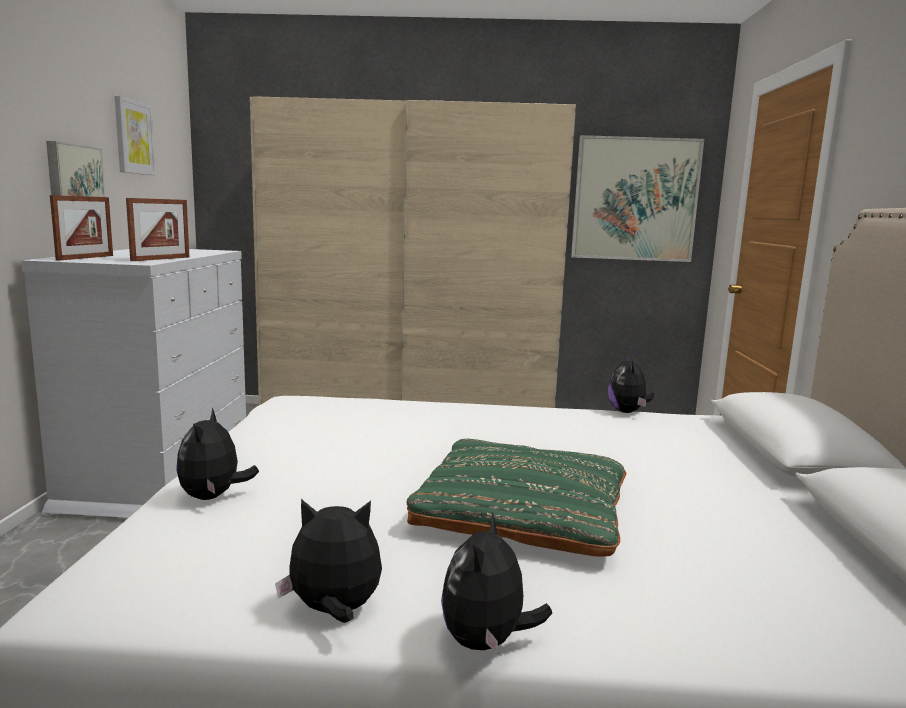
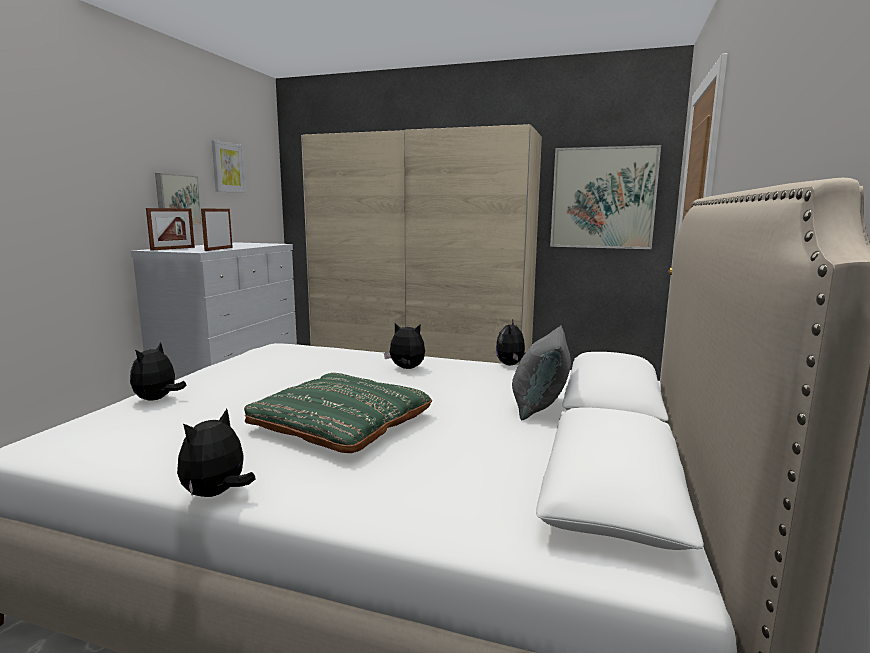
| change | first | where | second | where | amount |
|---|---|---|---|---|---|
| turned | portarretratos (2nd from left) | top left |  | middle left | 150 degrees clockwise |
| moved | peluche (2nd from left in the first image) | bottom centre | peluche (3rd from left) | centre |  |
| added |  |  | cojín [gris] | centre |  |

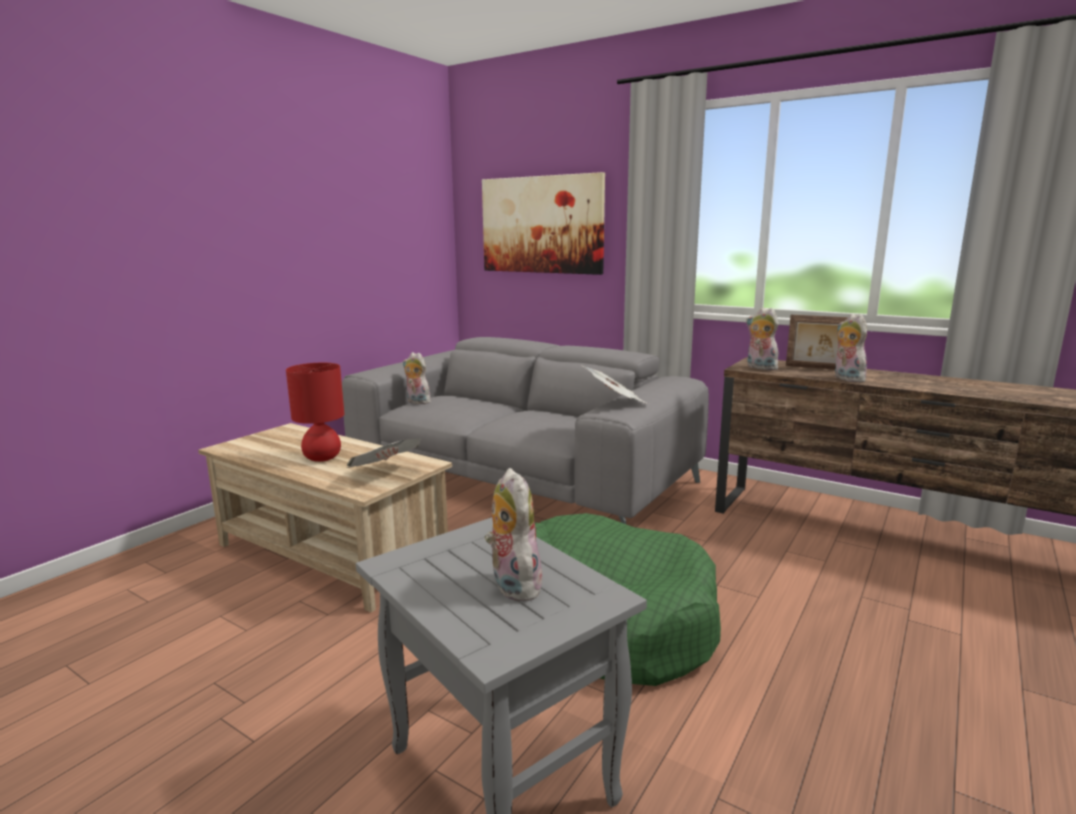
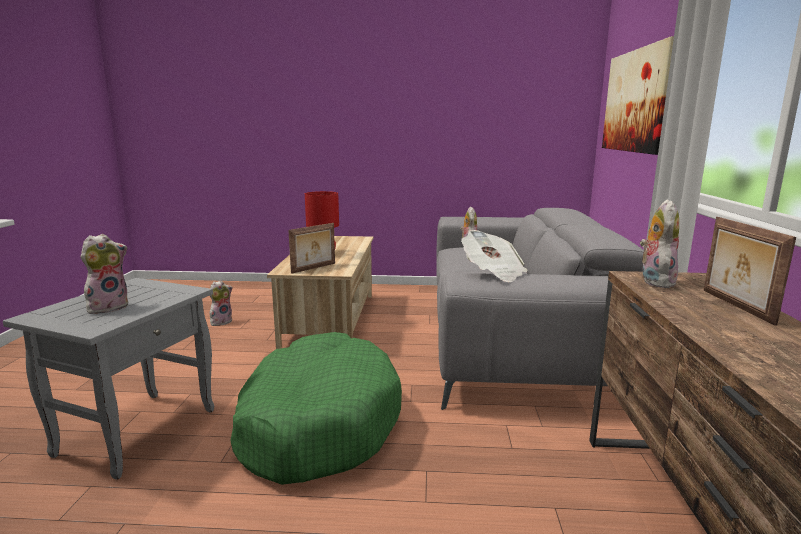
| change | first | where | second | where | amount |
|---|---|---|---|---|---|
| replaced | periódico (1st from left) | centre | portarretratos (1st from left) | centre |  |
| moved | peluche (4th from left in the first image) | middle right | peluche (2nd from left) | middle left |  |

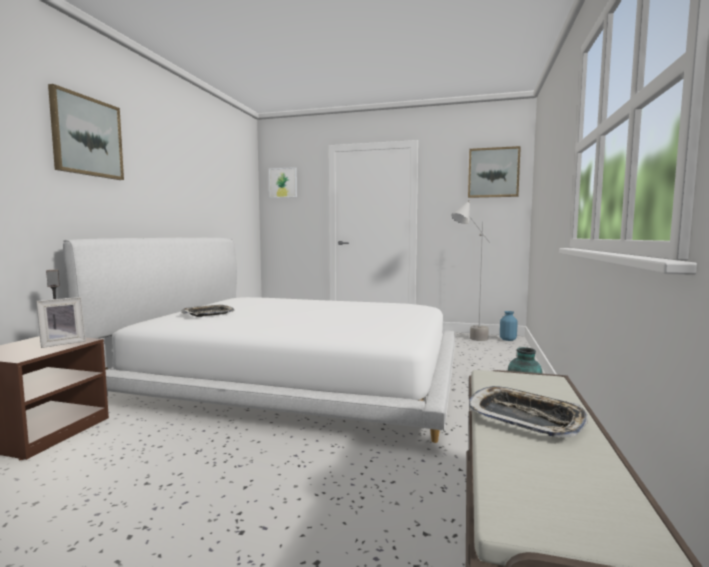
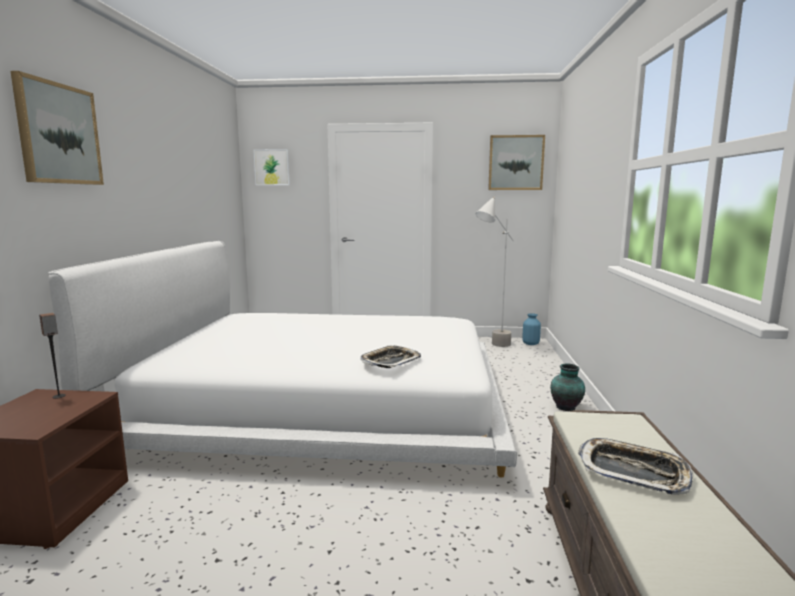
| change | first | where | second | where | amount |
|---|---|---|---|---|---|
| removed | portarretratos | middle left |  |  |  |
| moved | bandeja (1st from left) | middle left |  | centre |  |

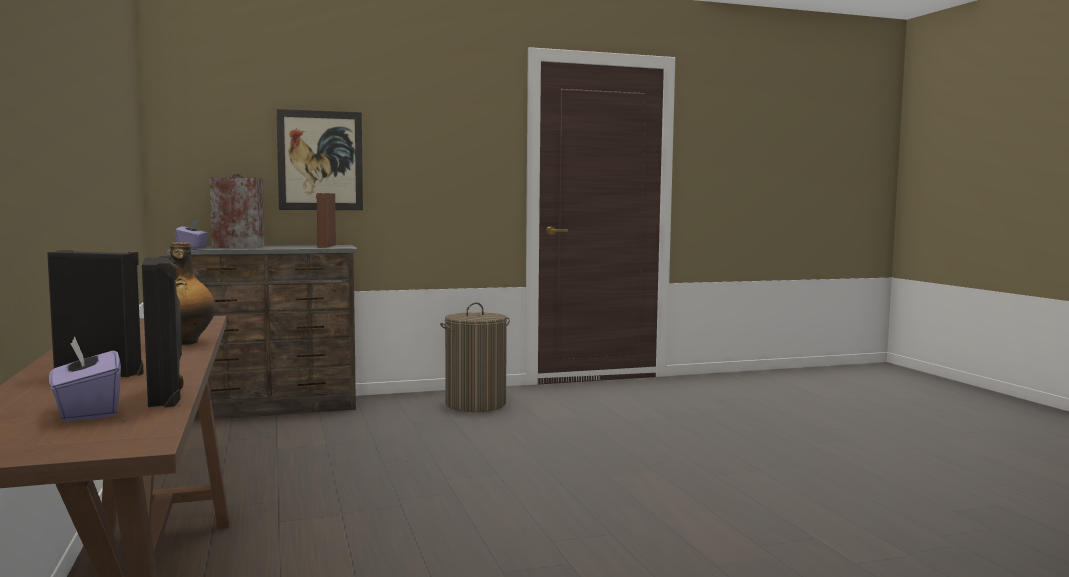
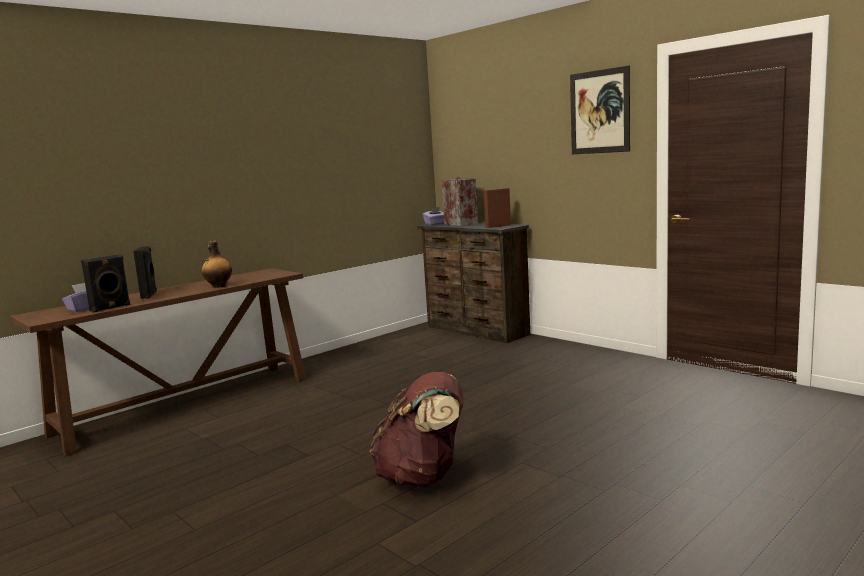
| change | first | where | second | where | amount |
|---|---|---|---|---|---|
| moved | cuadro | top left |  | top right |  |
| removed | cesto de la ropa | centre |  |  |  |
| added |  |  | mochila [marrón] | bottom centre |  |

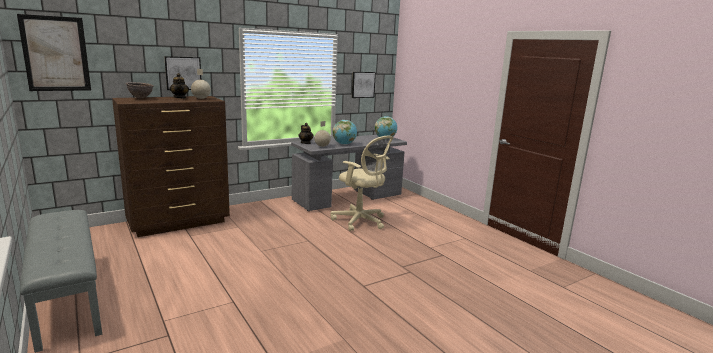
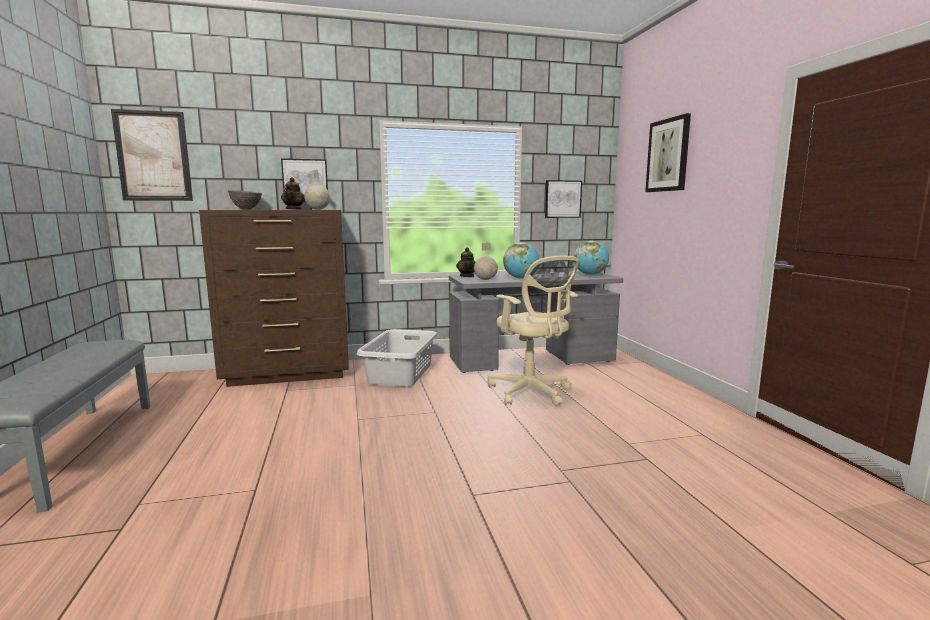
| change | first | where | second | where | amount |
|---|---|---|---|---|---|
| added |  |  | cesto de la ropa [gris] | centre |  |
| added |  |  | cuadro (4th from left) | top right |  |

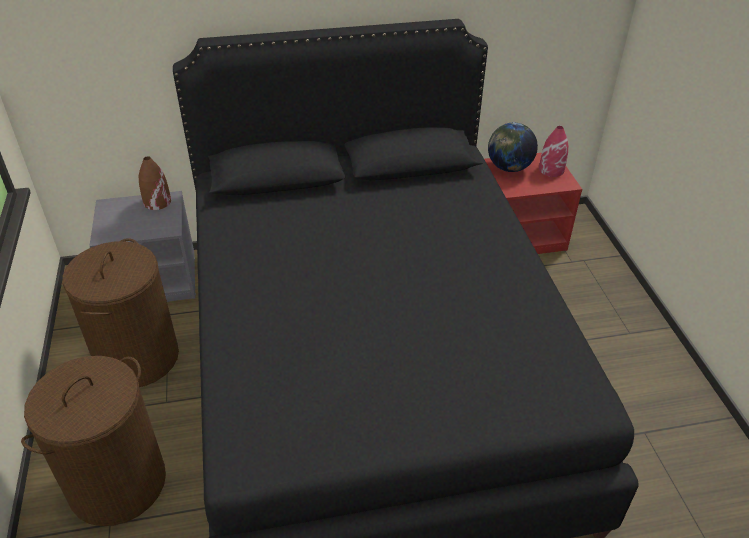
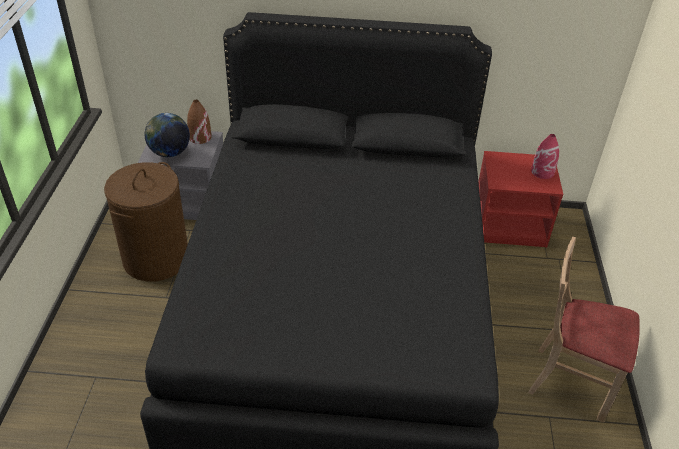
| change | first | where | second | where | amount |
|---|---|---|---|---|---|
| removed | cesto de la ropa [marrón] (1st from left) | bottom left |  |  |  |
| moved | globo terráqueo | top right |  | top left |  |
| added |  |  | silla [beis] | bottom right |  |

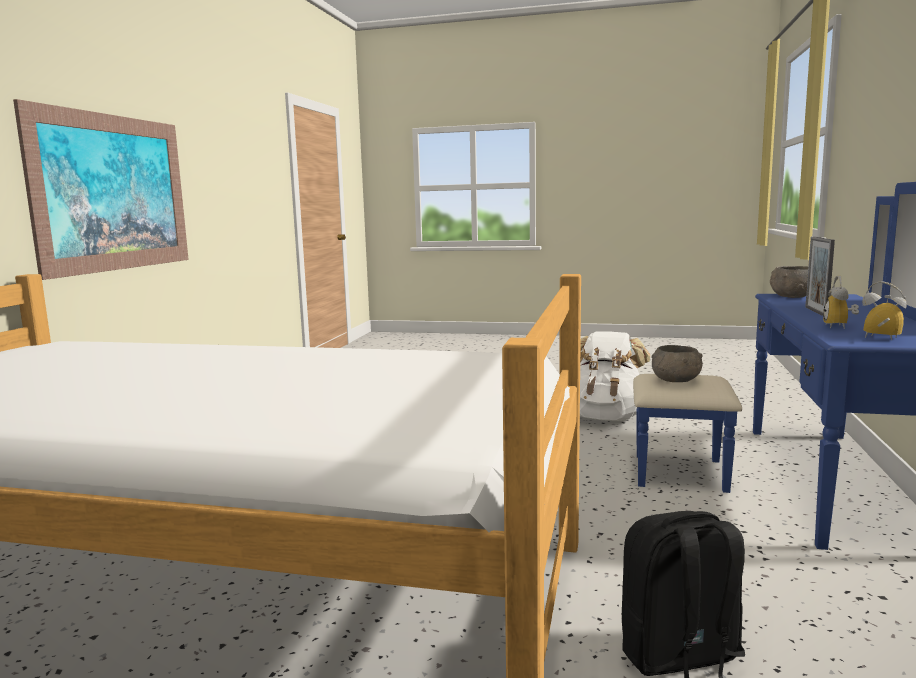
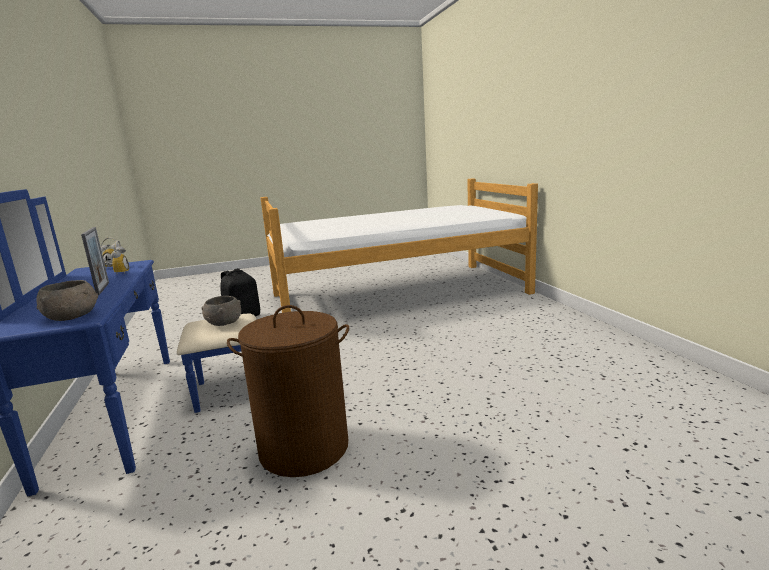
| change | first | where | second | where | amount |
|---|---|---|---|---|---|
| removed | cuadro | top left |  |  |  |
| replaced | mochila [blanco] | middle right | cesto de la ropa [marrón] | bottom centre |  |

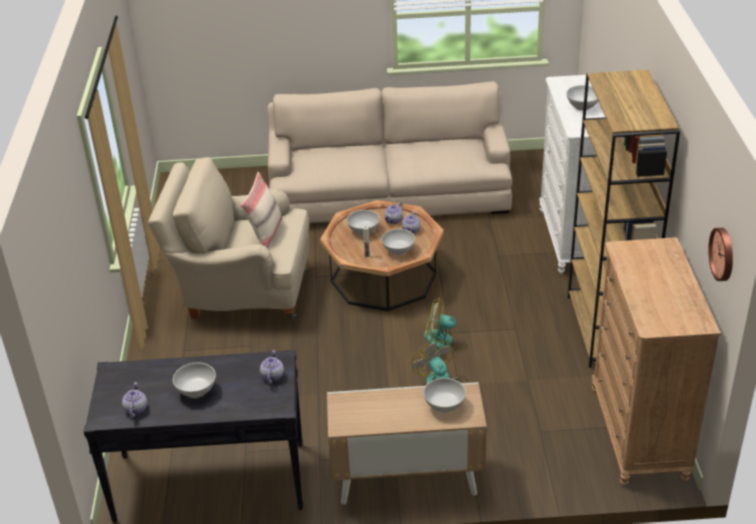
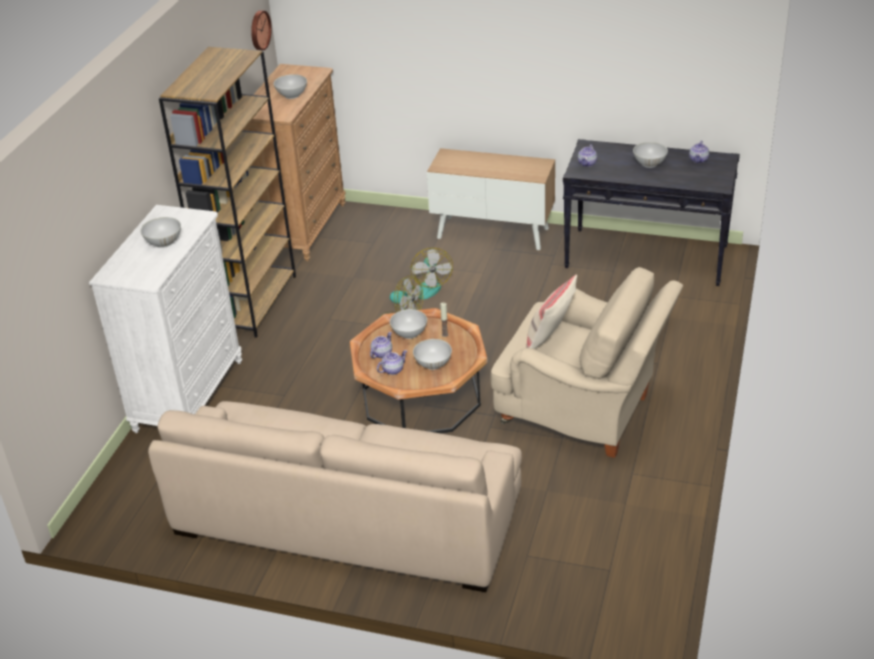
| change | first | where | second | where | amount |
|---|---|---|---|---|---|
| moved | cuenco [blanco] (4th from left in the first image) | bottom centre | cuenco [blanco] (2nd from left) | top left |  |

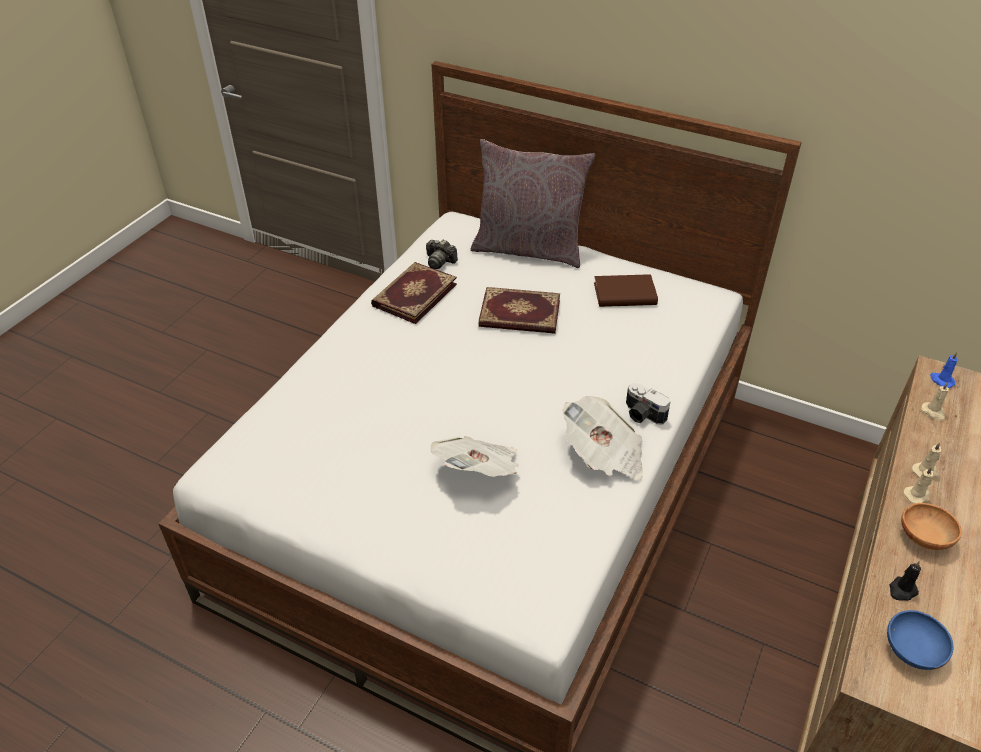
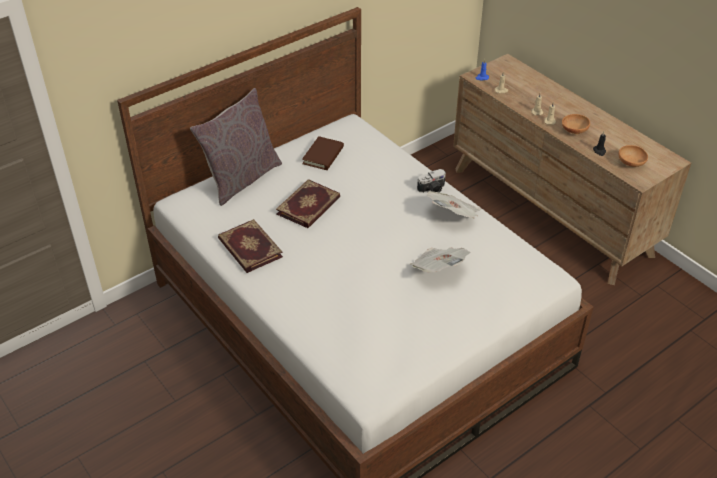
| change | first | where | second | where | amount |
|---|---|---|---|---|---|
| removed | cámara (1st from left) | centre |  |  |  |
| recoloured | cuenco [azul] | bottom right | cuenco [marrón] (2nd from left) | top right |  |

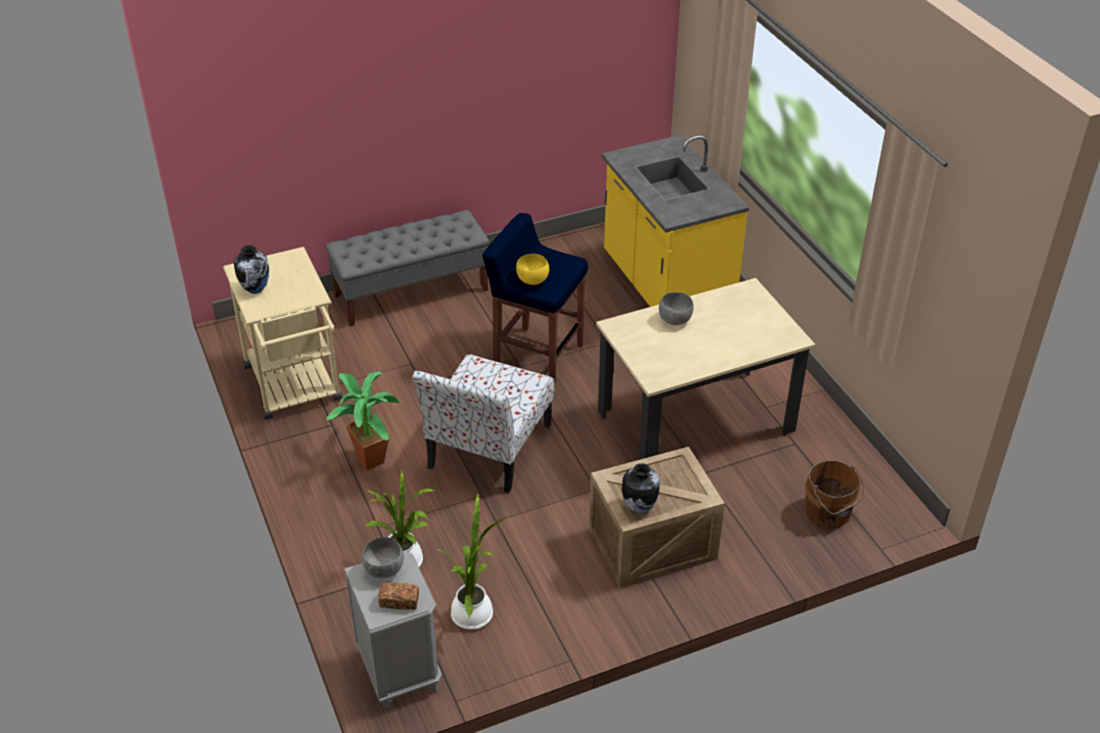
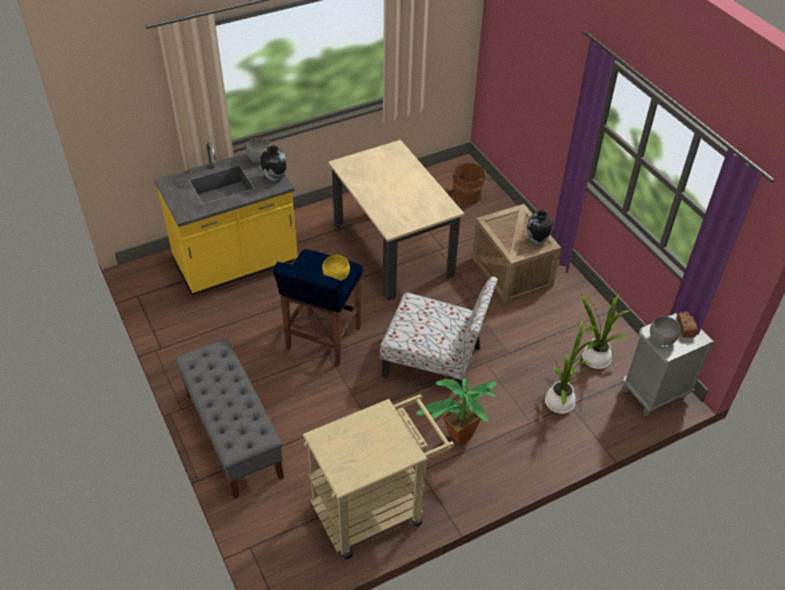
| change | first | where | second | where | amount |
|---|---|---|---|---|---|
| moved | florero (1st from left) | middle left |  | top centre |  |
| moved | cuenco [gris] (2nd from left in the first image) | centre | cuenco [gris] (1st from left) | top left |  |

